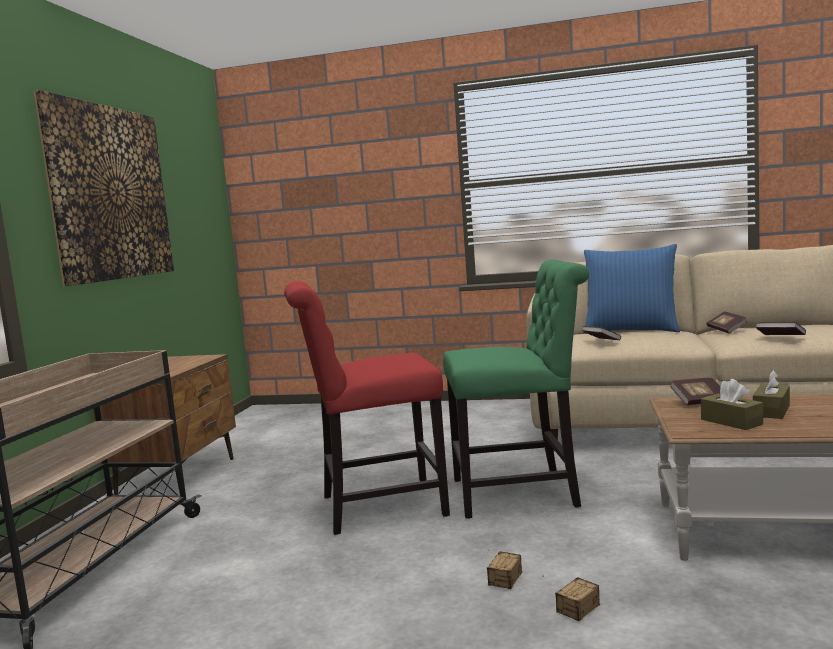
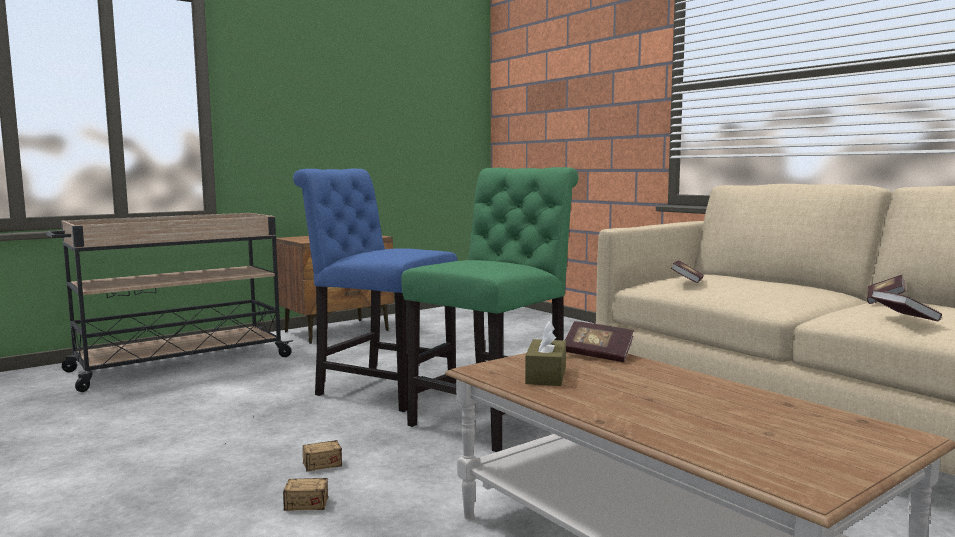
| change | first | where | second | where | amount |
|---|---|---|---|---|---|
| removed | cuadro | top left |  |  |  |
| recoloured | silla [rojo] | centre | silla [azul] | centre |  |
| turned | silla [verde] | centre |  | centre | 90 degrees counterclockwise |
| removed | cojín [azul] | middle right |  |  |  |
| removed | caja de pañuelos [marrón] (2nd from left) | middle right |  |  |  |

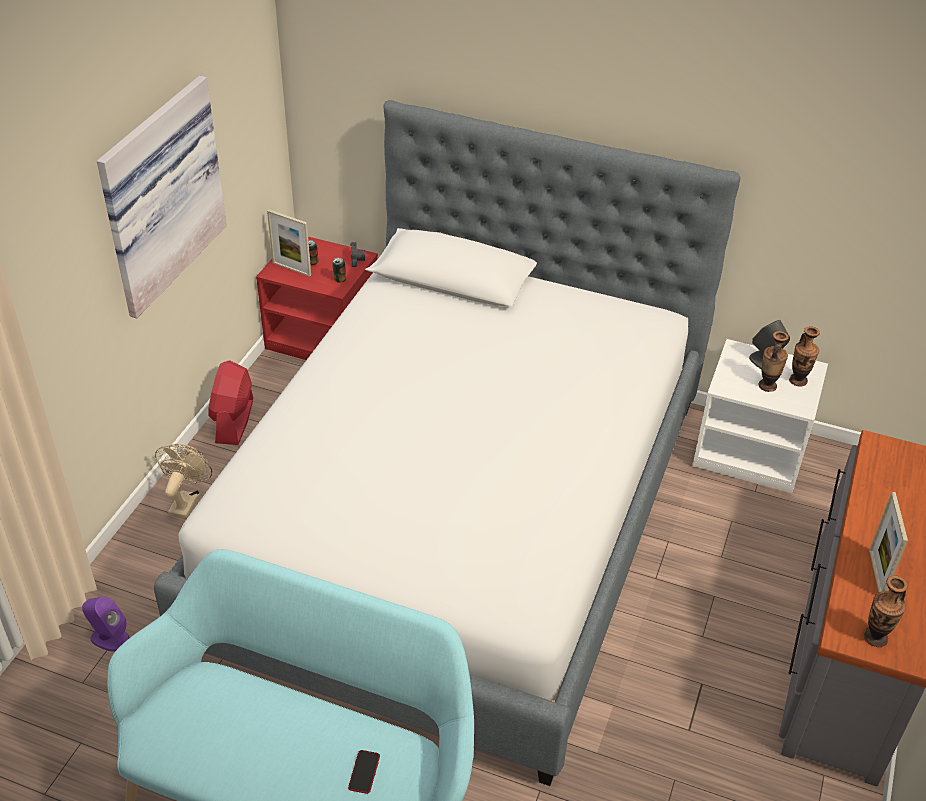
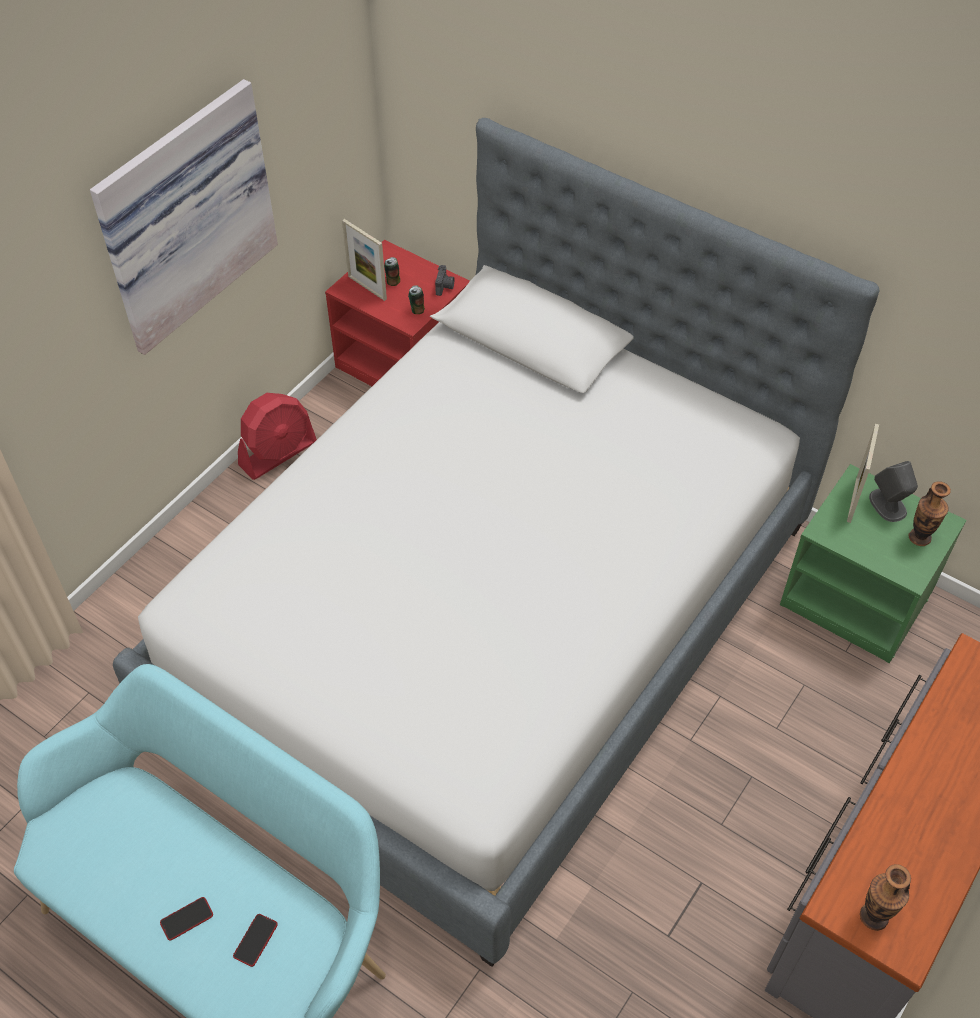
| change | first | where | second | where | amount |
|---|---|---|---|---|---|
| removed | altavoz [morado] | bottom left |  |  |  |
| removed | ventilador [beis] | middle left |  |  |  |
| turned | ventilador [rojo] | middle left |  | middle left | 150 degrees counterclockwise |
| recoloured | mesita de noche [blanco] | middle right | mesita de noche [verde] | middle right |  |
| removed | florero (1st from left) | middle right |  |  |  |
| moved | portarretratos (2nd from left) | bottom right |  | middle right |  |
| added |  |  | móvil (1st from left) | bottom left |  |

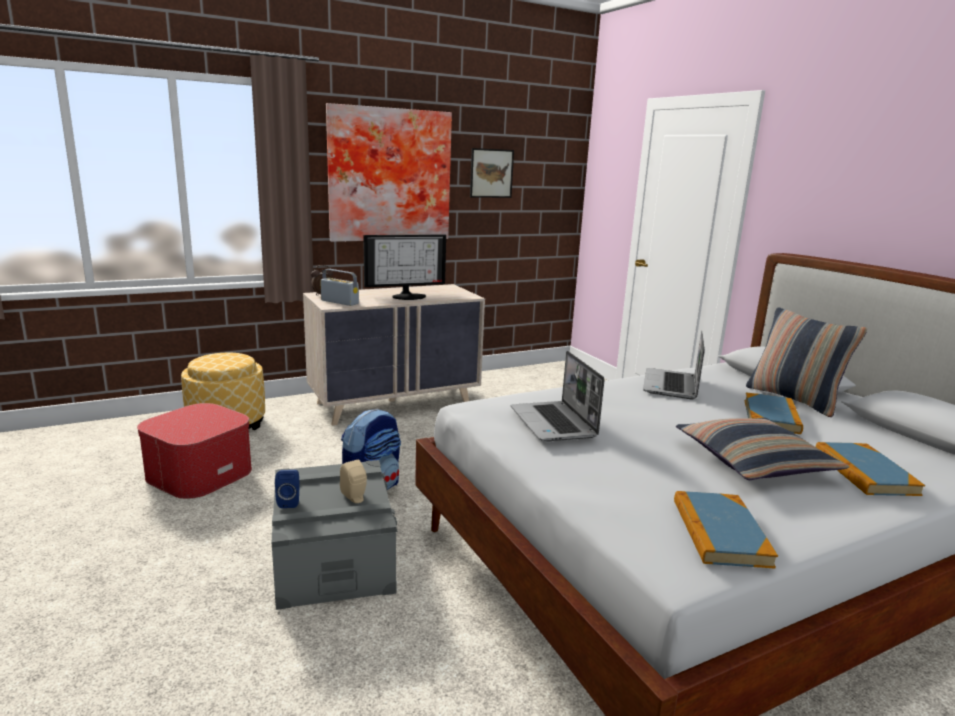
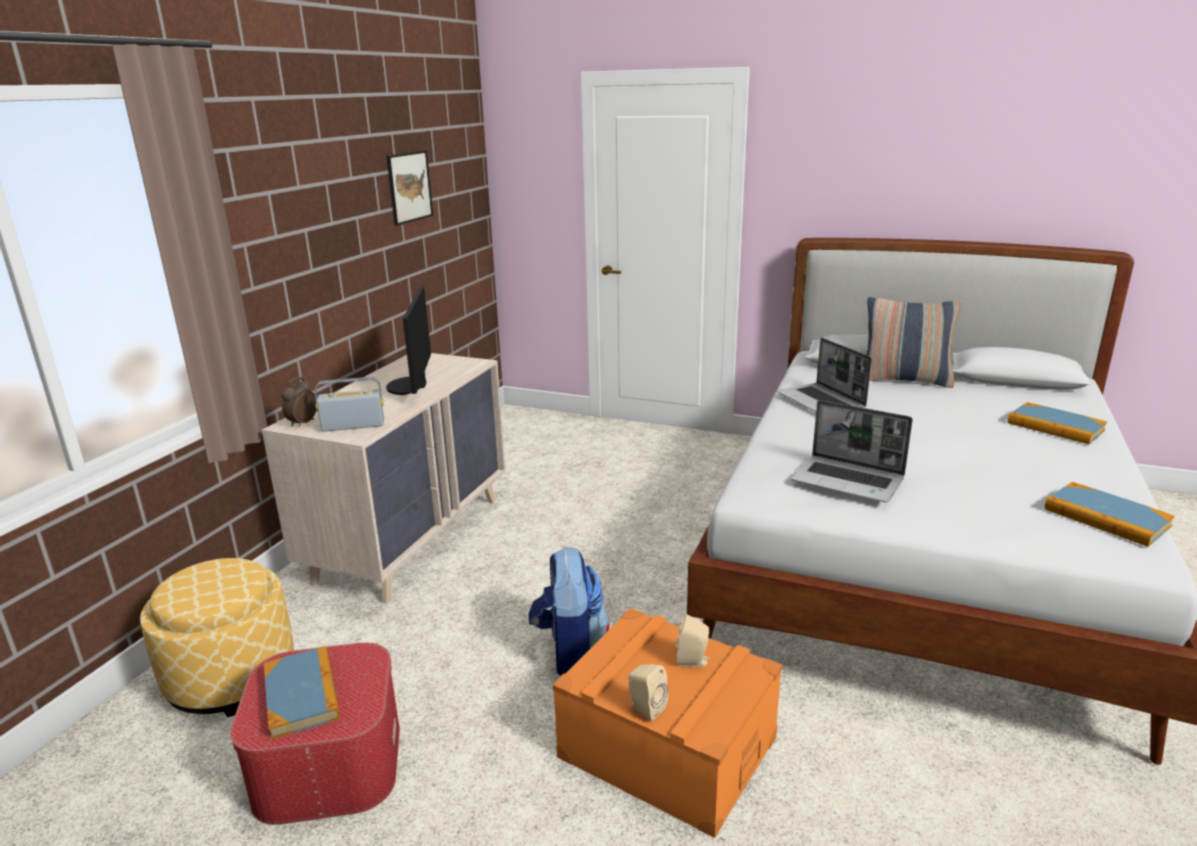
| change | first | where | second | where | amount |
|---|---|---|---|---|---|
| recoloured | caja de almacenaje [gris] | bottom centre | caja de almacenaje [naranja] | bottom centre |  |
| recoloured | altavoz [azul] | bottom left | altavoz [beis] (1st from left) | bottom centre |  |
| removed | cuadro (1st from left) | top centre |  |  |  |
| turned | monitor | centre |  | centre | 150 degrees clockwise |
| removed | cojín (1st from left) | middle right |  |  |  |
| moved | libro (2nd from left in the first image) | middle right | libro (1st from left) | bottom left |  |

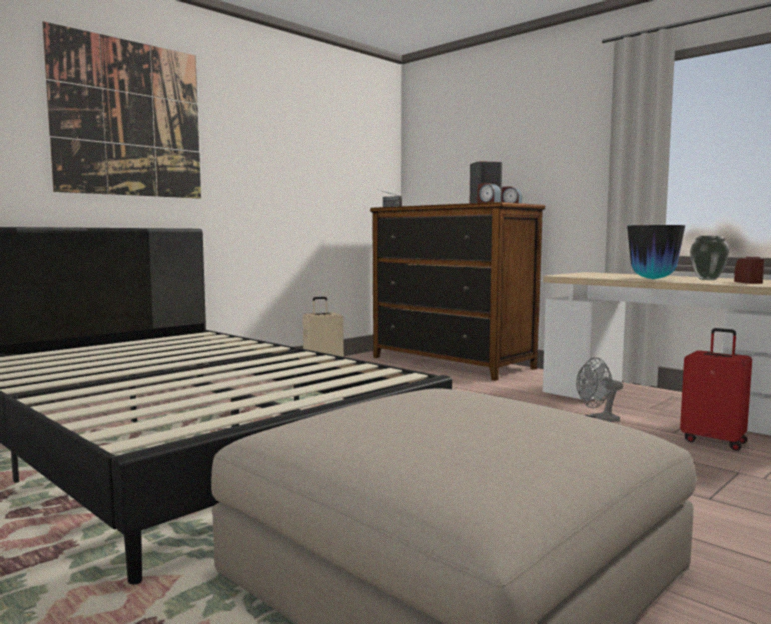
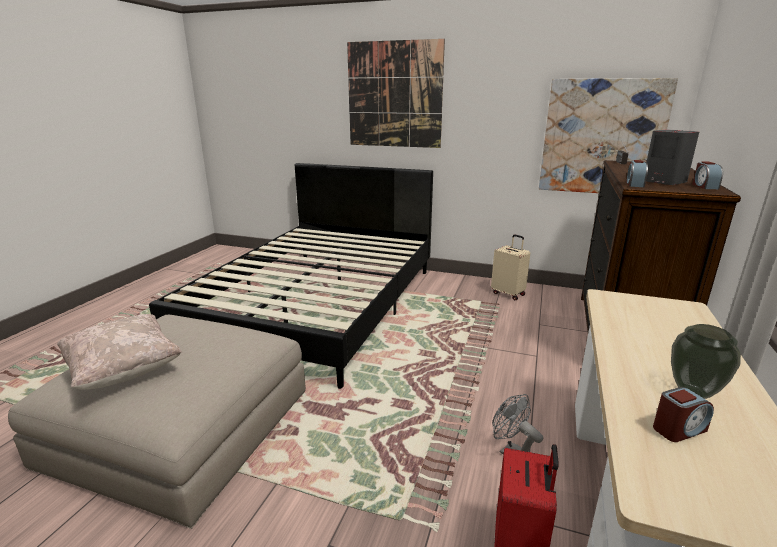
| change | first | where | second | where | amount |
|---|---|---|---|---|---|
| removed | florero (1st from left) | middle right |  |  |  |
| added |  |  | cojín [beis] | middle left |  |
| added |  |  | cuadro (2nd from left) | top right |  |

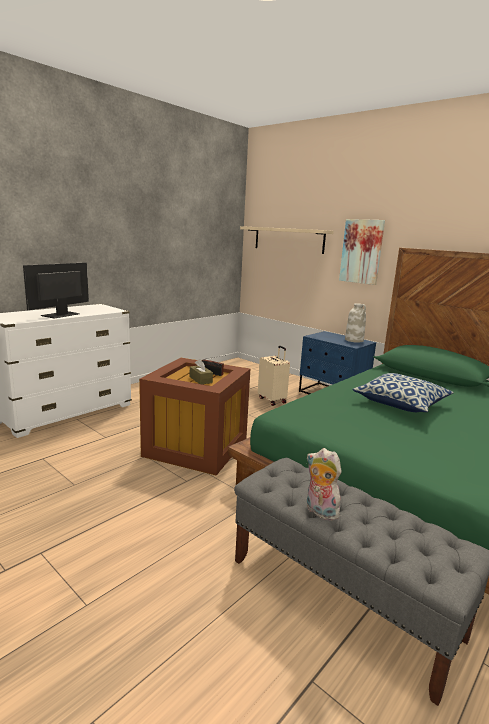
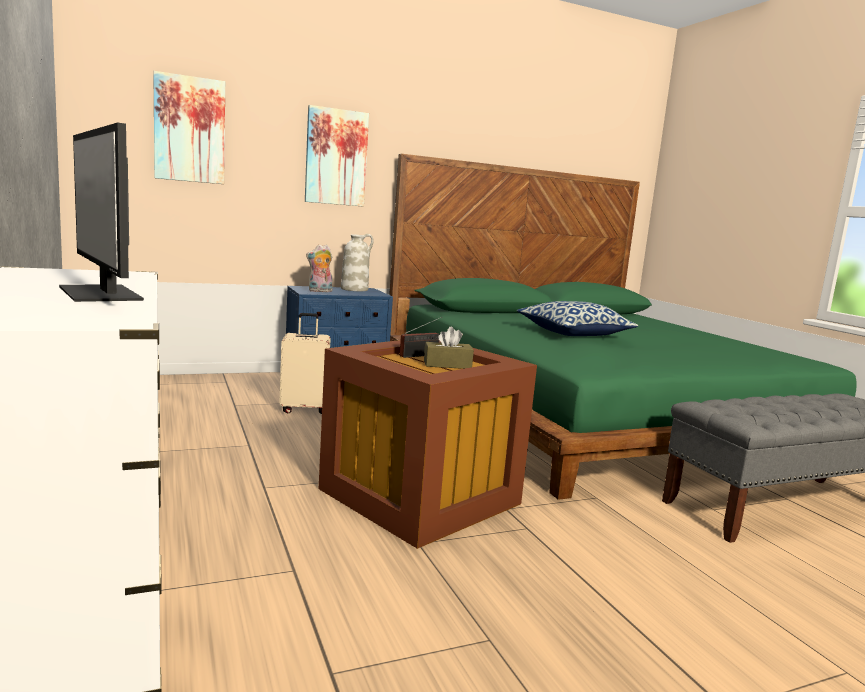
| change | first | where | second | where | amount |
|---|---|---|---|---|---|
| replaced | estante [beis] | top centre | cuadro (1st from left) | top left |  |
| moved | peluche | bottom centre |  | centre |  |

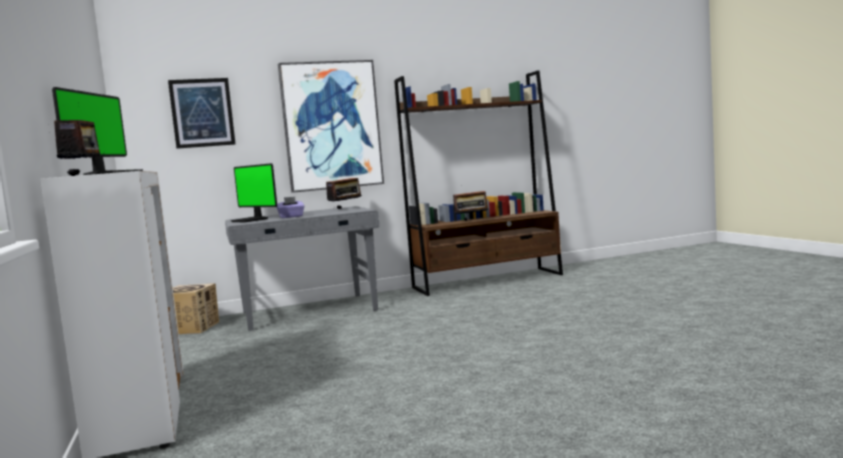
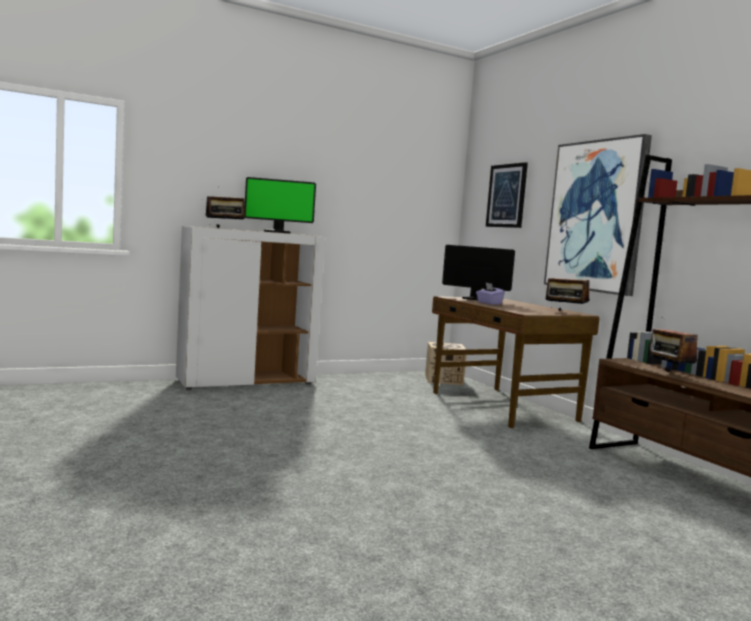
| change | first | where | second | where | amount |
|---|---|---|---|---|---|
| recoloured | escritorio [gris] | centre | escritorio [marrón] | middle right |  |
| turned | monitor (2nd from left) | middle left |  | centre | 75 degrees clockwise |

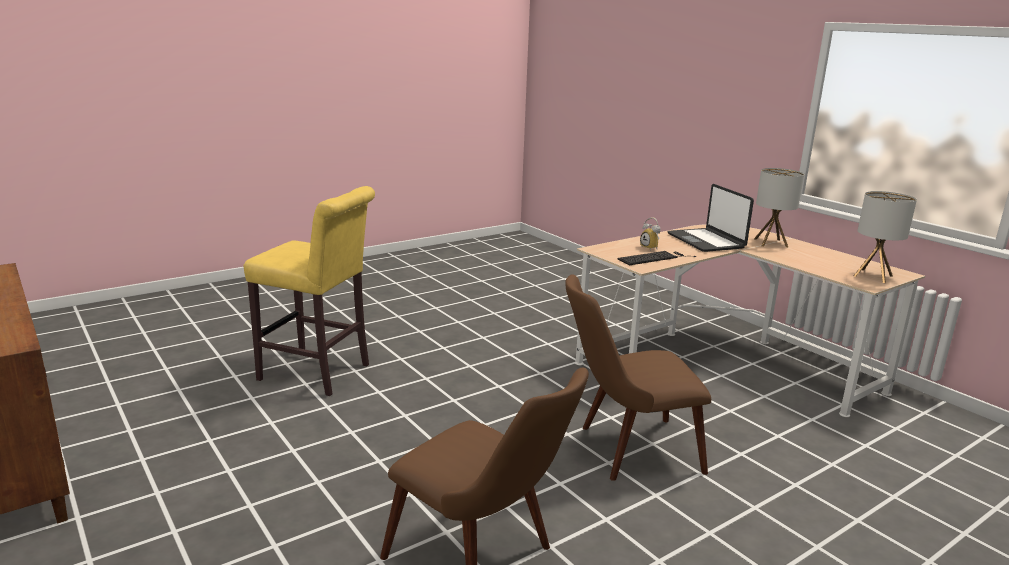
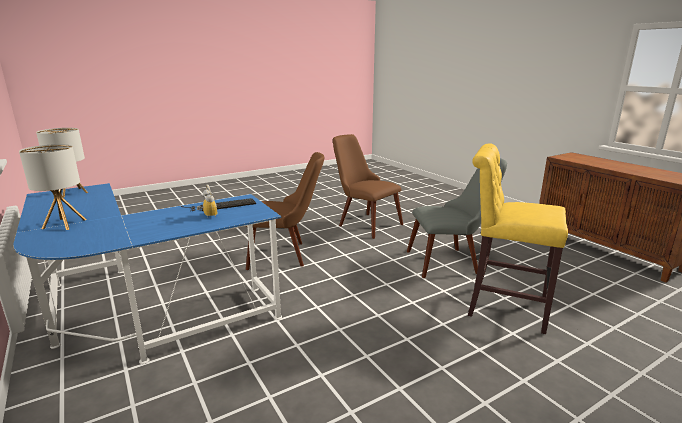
| change | first | where | second | where | amount |
|---|---|---|---|---|---|
| recoloured | escritorio [beis] | middle right | escritorio [azul] | middle left |  |
| removed | portátil | middle right |  |  |  |
| added |  |  | silla [gris] | middle right |  |

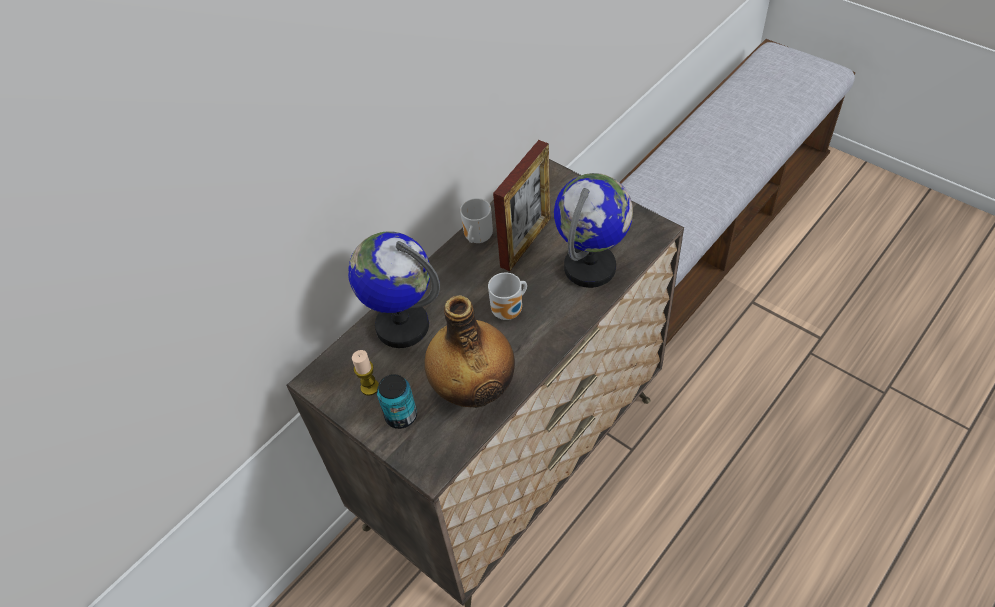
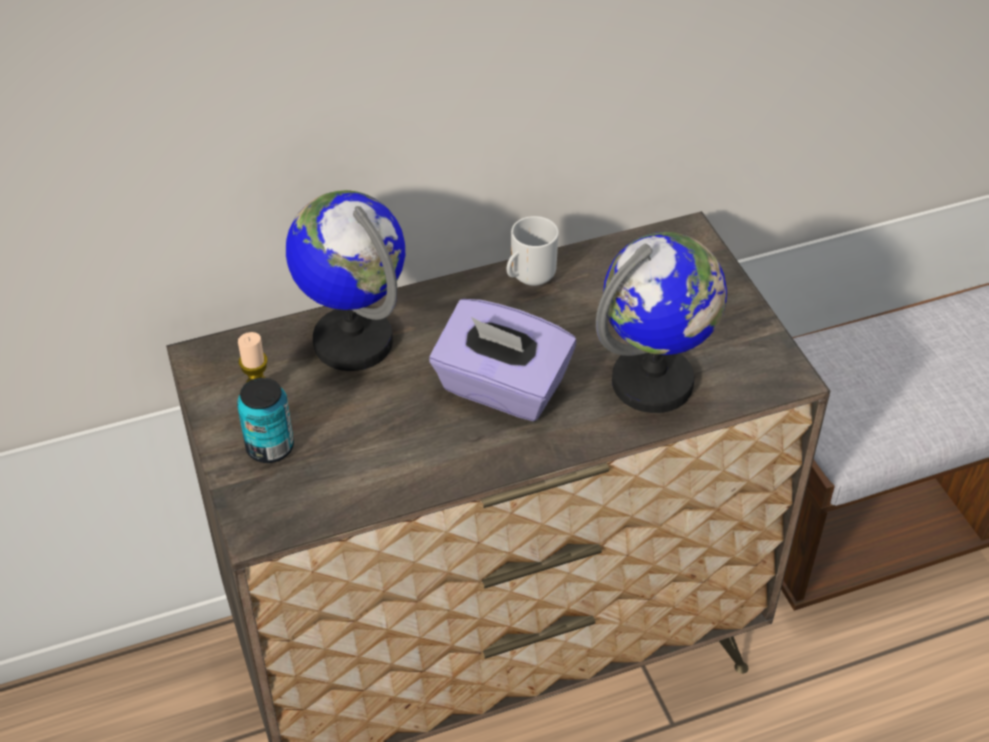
| change | first | where | second | where | amount |
|---|---|---|---|---|---|
| removed | botella | centre |  |  |  |
| replaced | taza grande (2nd from left) | centre | caja de pañuelos [morado] | centre |  |
| removed | portarretratos | centre |  |  |  |

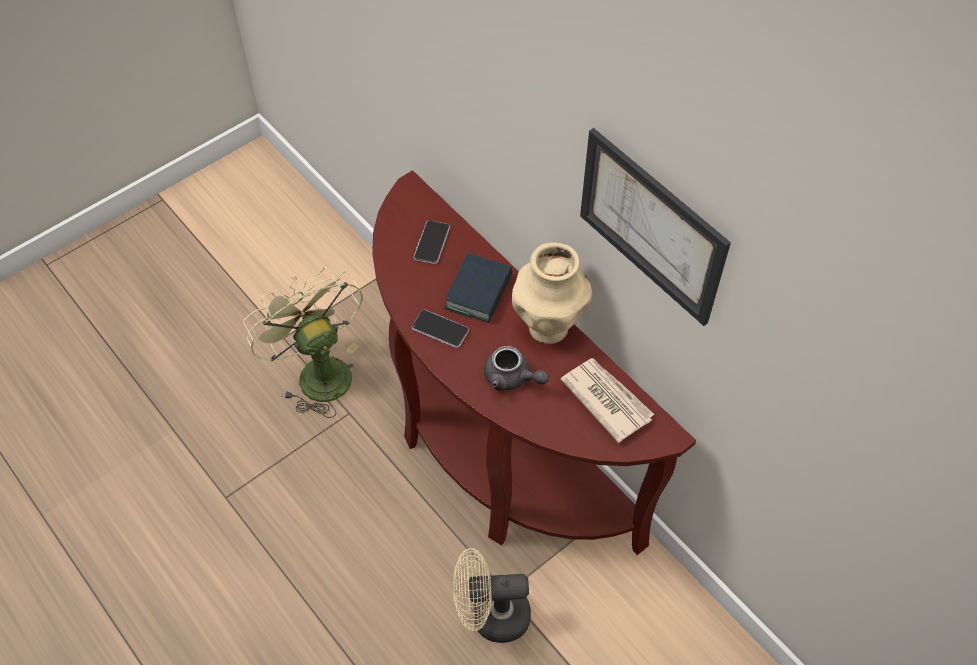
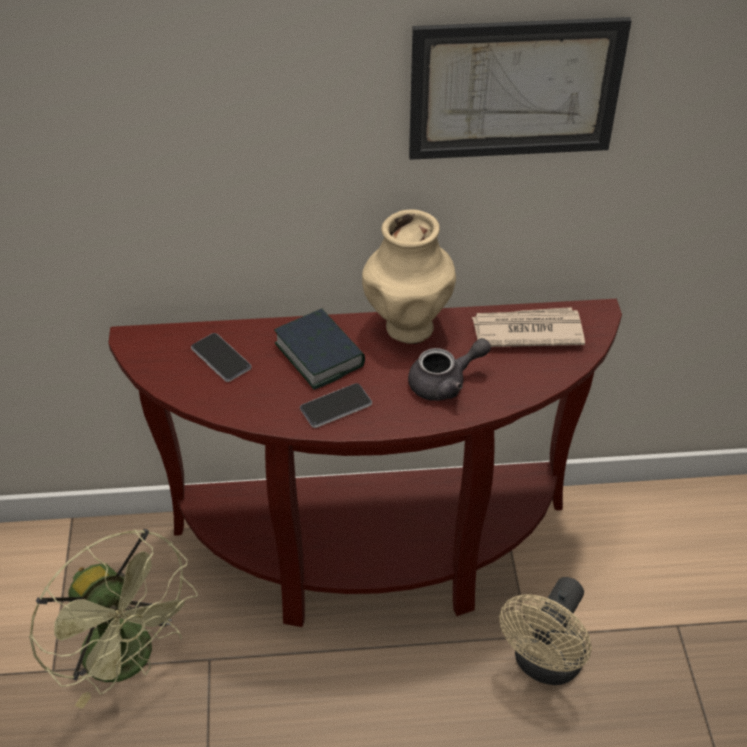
| change | first | where | second | where | amount |
|---|---|---|---|---|---|
| turned | ventilador [verde] | middle left |  | bottom left | 135 degrees counterclockwise |

